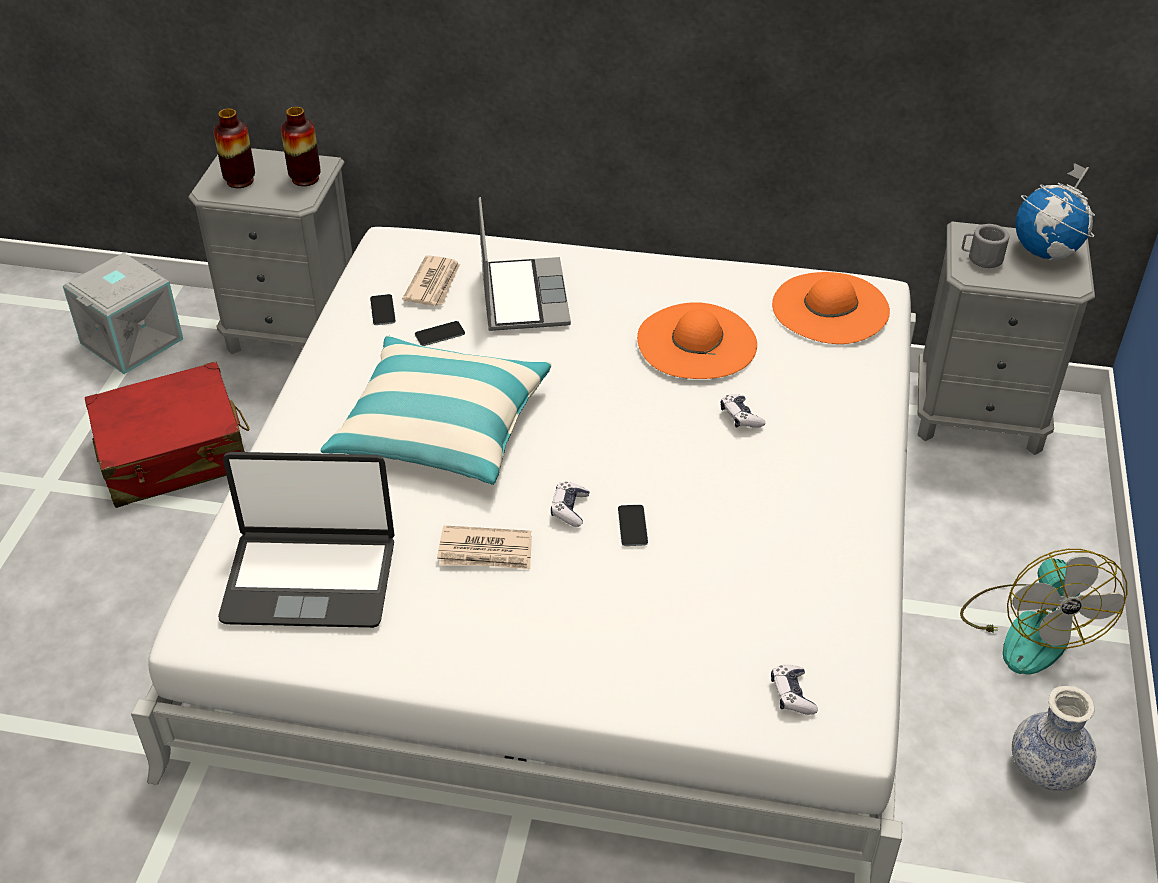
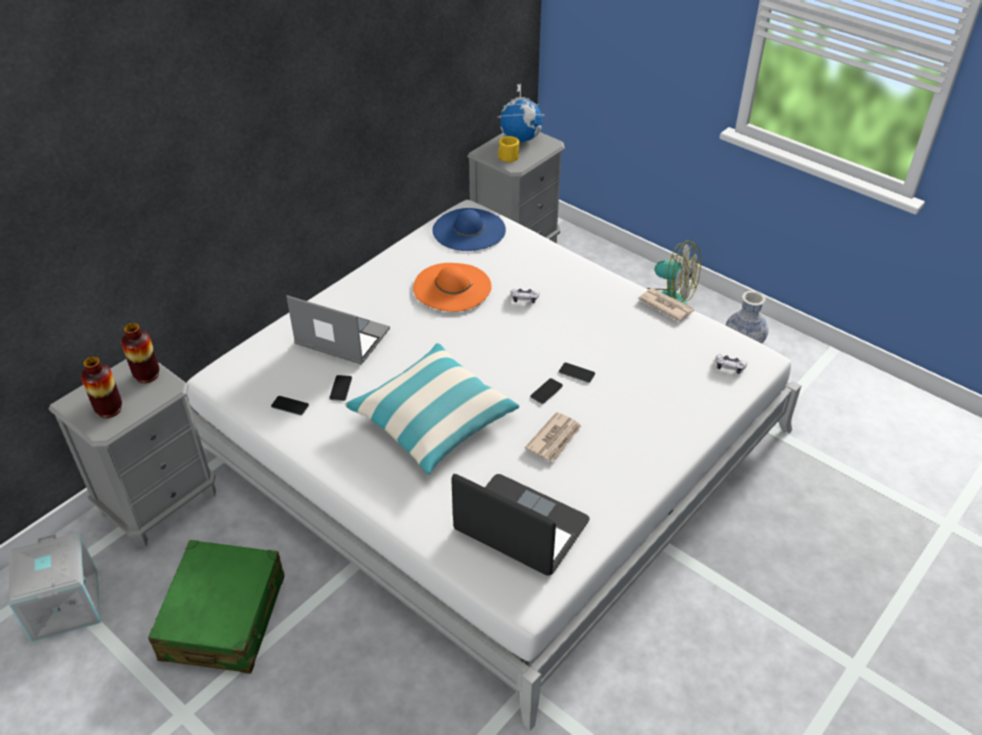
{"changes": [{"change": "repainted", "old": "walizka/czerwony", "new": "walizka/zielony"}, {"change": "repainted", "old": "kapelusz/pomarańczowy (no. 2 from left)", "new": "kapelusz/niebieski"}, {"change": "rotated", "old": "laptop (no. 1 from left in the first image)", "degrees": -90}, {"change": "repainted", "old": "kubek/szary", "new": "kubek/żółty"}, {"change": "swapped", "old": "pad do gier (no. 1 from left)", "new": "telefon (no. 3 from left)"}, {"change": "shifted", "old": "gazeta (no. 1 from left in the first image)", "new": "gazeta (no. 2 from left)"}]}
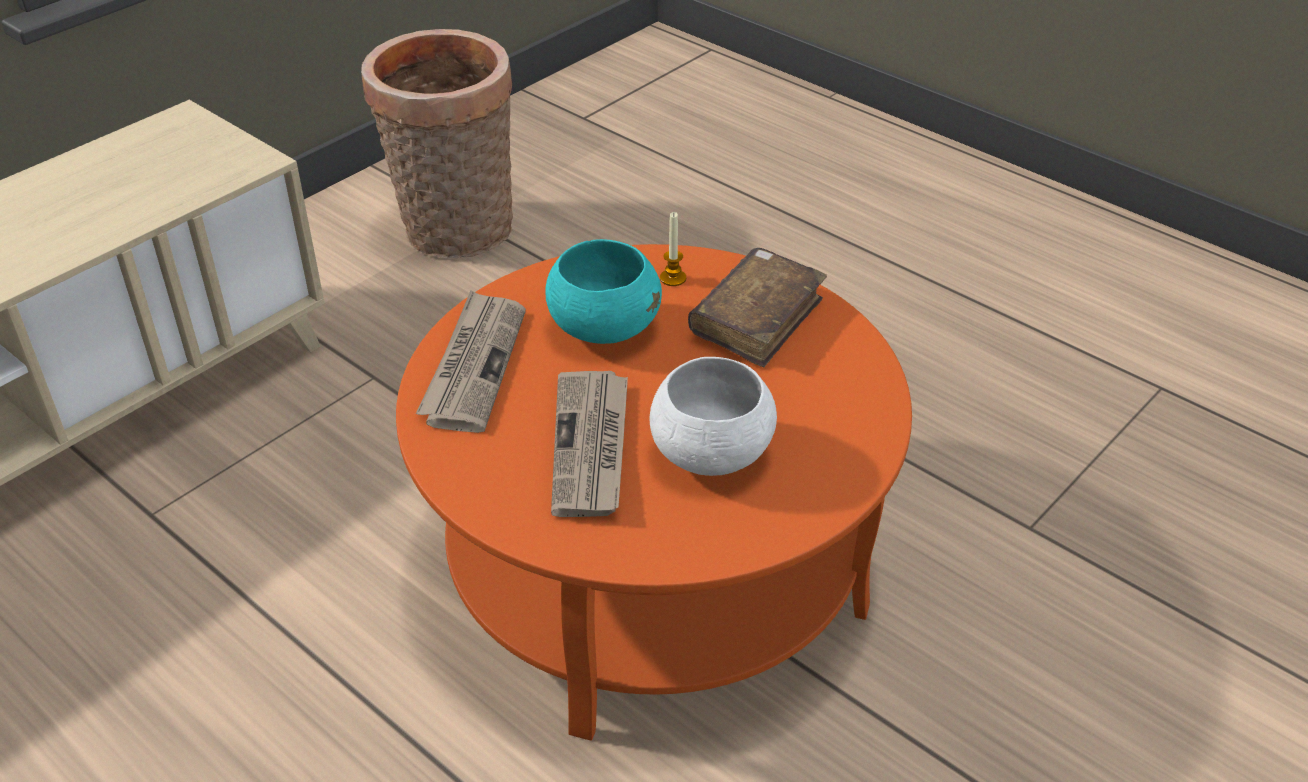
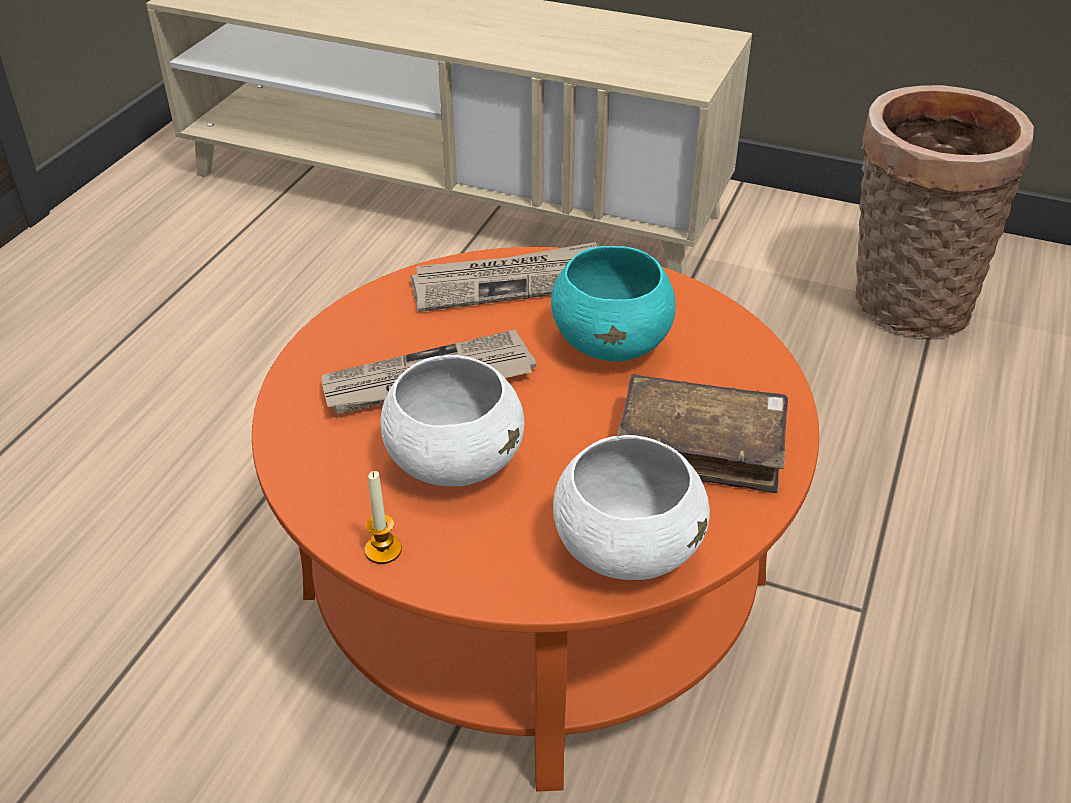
{"changes": [{"change": "shifted", "old": "świeca"}, {"change": "new", "new": "miska/biały (no. 2 from left)"}]}
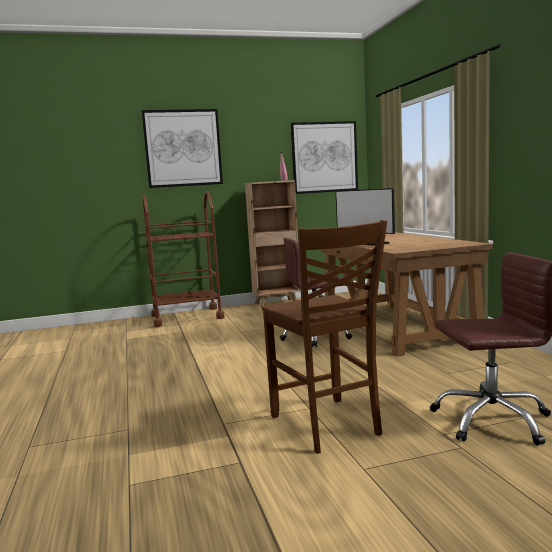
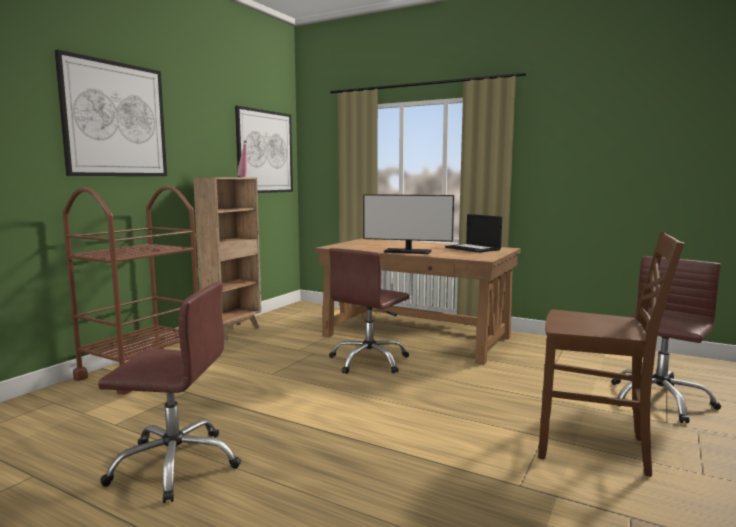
{"changes": [{"change": "new", "new": "krzesło biurowe/brązowy (no. 1 from left)"}, {"change": "new", "new": "laptop"}]}
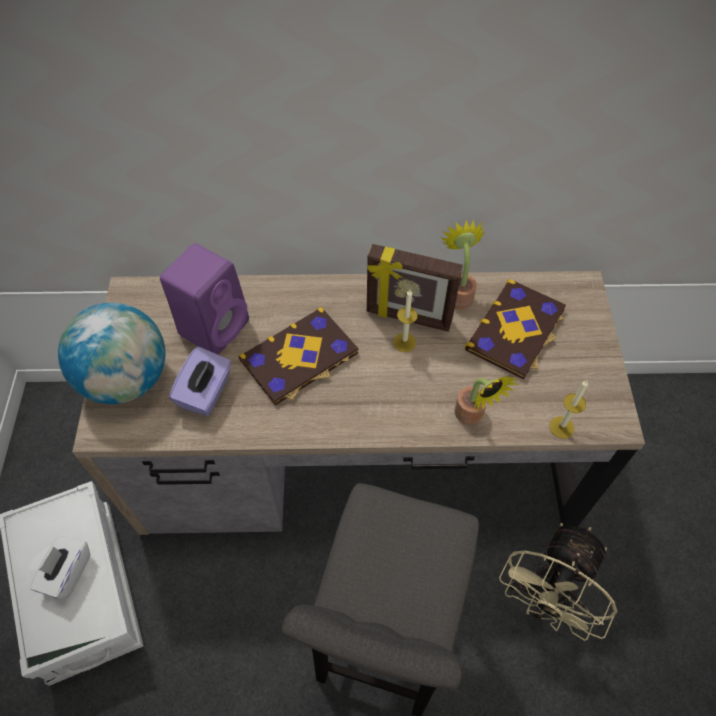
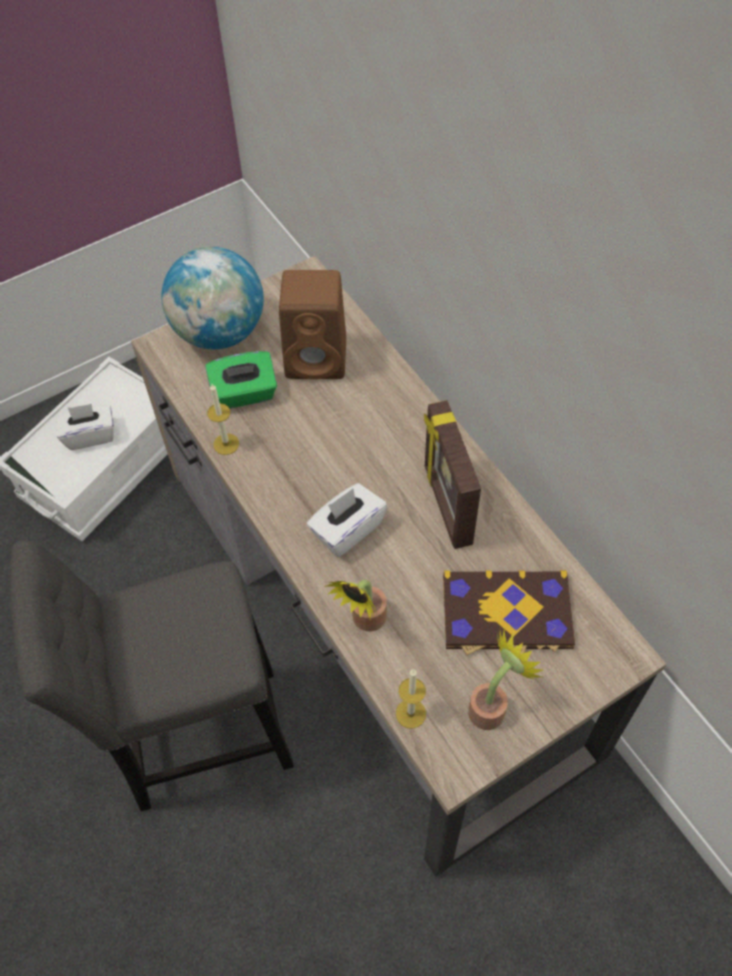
{"changes": [{"change": "repainted", "old": "pudełko chusteczek/fioletowy", "new": "pudełko chusteczek/zielony"}, {"change": "shifted", "old": "świeca (no. 1 from left)"}, {"change": "repainted", "old": "głośnik/fioletowy", "new": "głośnik/brązowy"}, {"change": "new", "new": "pudełko chusteczek/biały (no. 2 from left)"}, {"change": "shifted", "old": "roślina doniczkowa (no. 1 from left in the first image)", "new": "roślina doniczkowa (no. 2 from left)"}, {"change": "gone", "old": "książka (no. 1 from left)"}, {"change": "gone", "old": "wentylator/beżowy"}]}
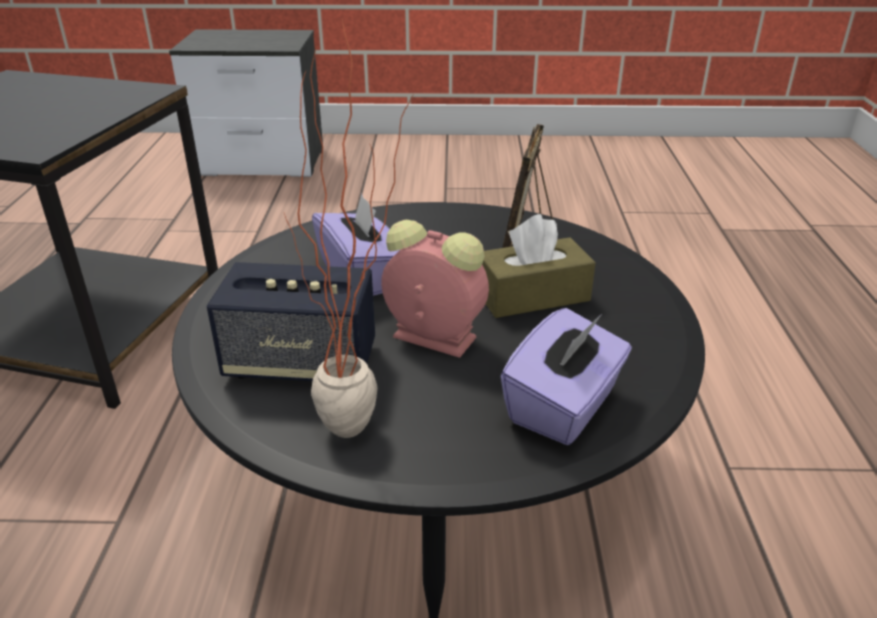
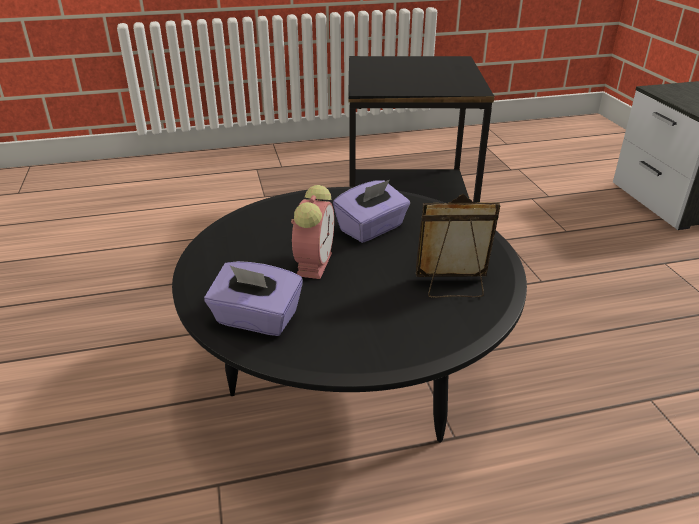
{"changes": [{"change": "gone", "old": "głośnik"}, {"change": "gone", "old": "roślina doniczkowa"}, {"change": "gone", "old": "pudełko chusteczek/brązowy"}]}
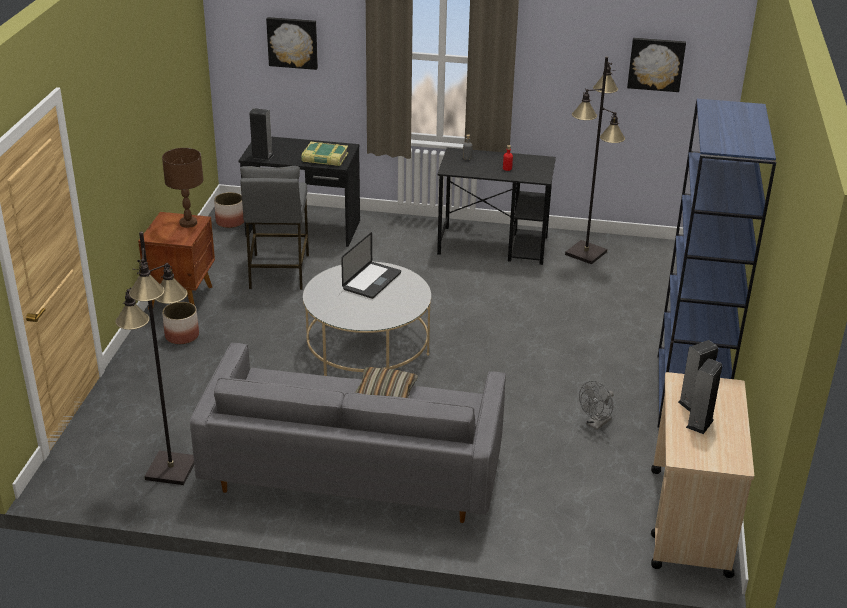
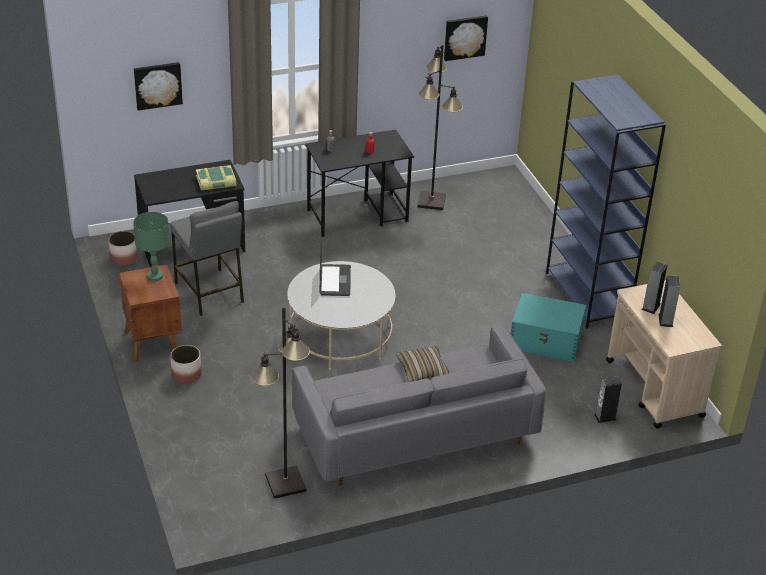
{"changes": [{"change": "repainted", "old": "lampa stołowa/brązowy", "new": "lampa stołowa/zielony"}, {"change": "swapped", "old": "wentylator/szary", "new": "pojemnik do przechowywania/turkusowy"}, {"change": "shifted", "old": "głośnik (no. 1 from left)"}]}
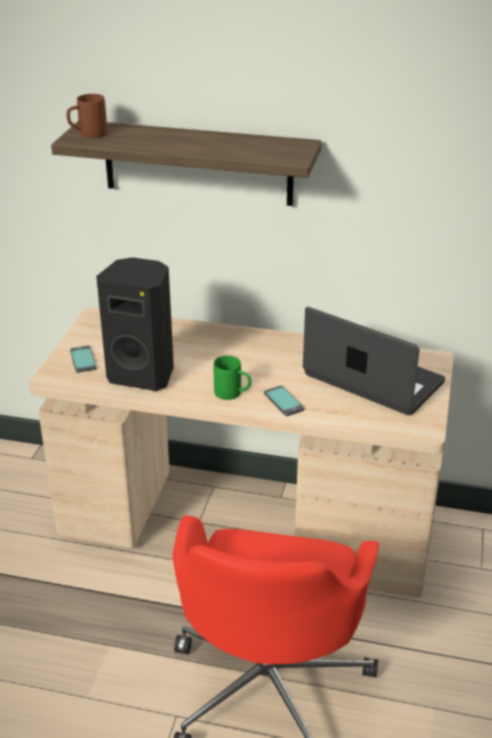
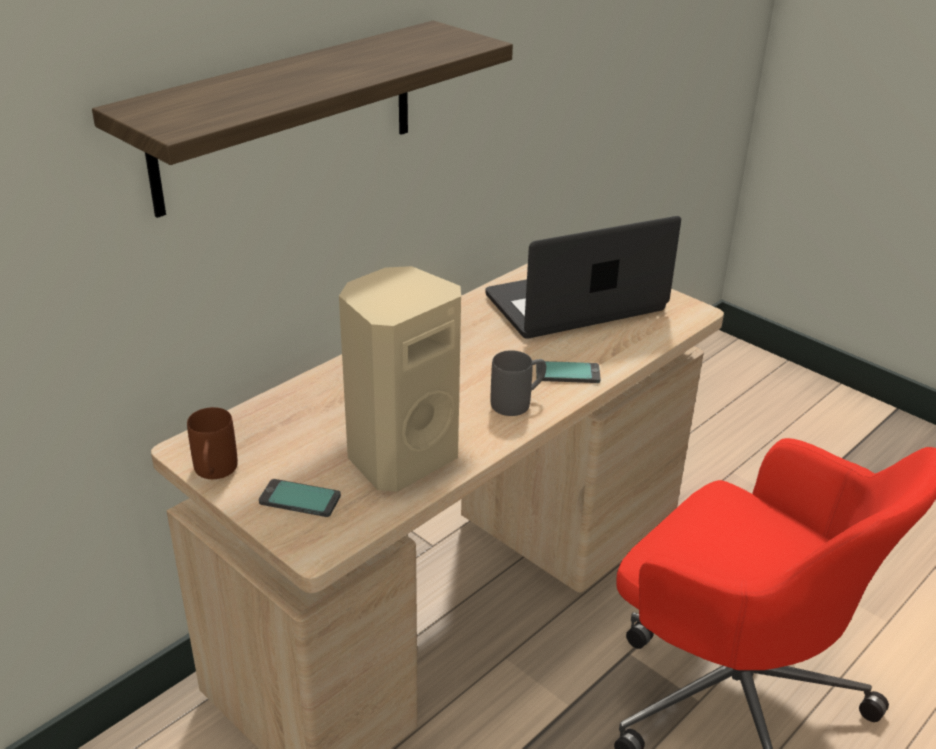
{"changes": [{"change": "shifted", "old": "kubek/brązowy"}, {"change": "repainted", "old": "głośnik/czarny", "new": "głośnik/beżowy"}, {"change": "repainted", "old": "kubek/zielony", "new": "kubek/szary"}]}
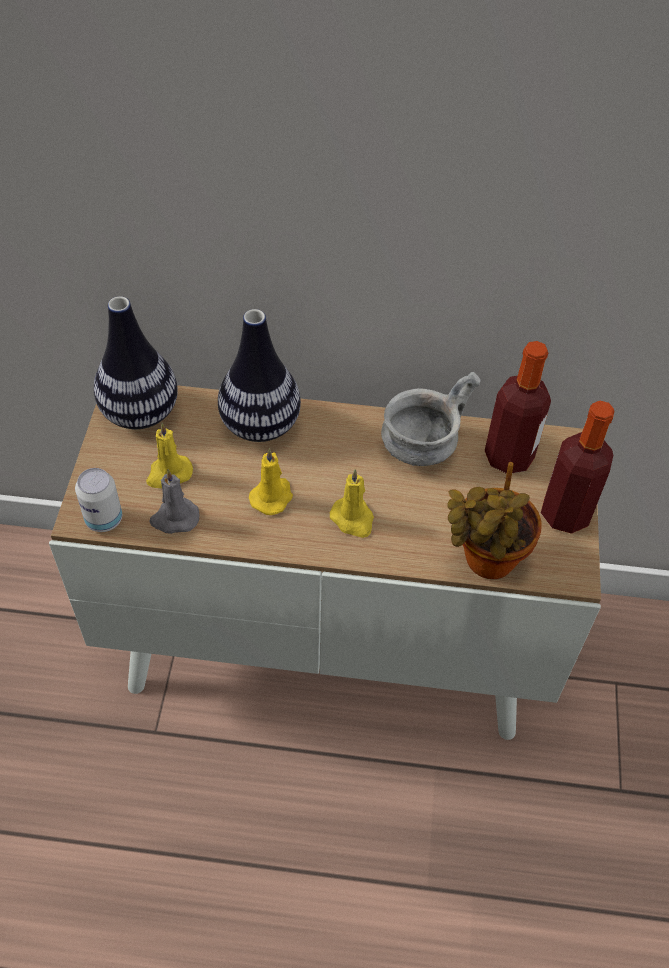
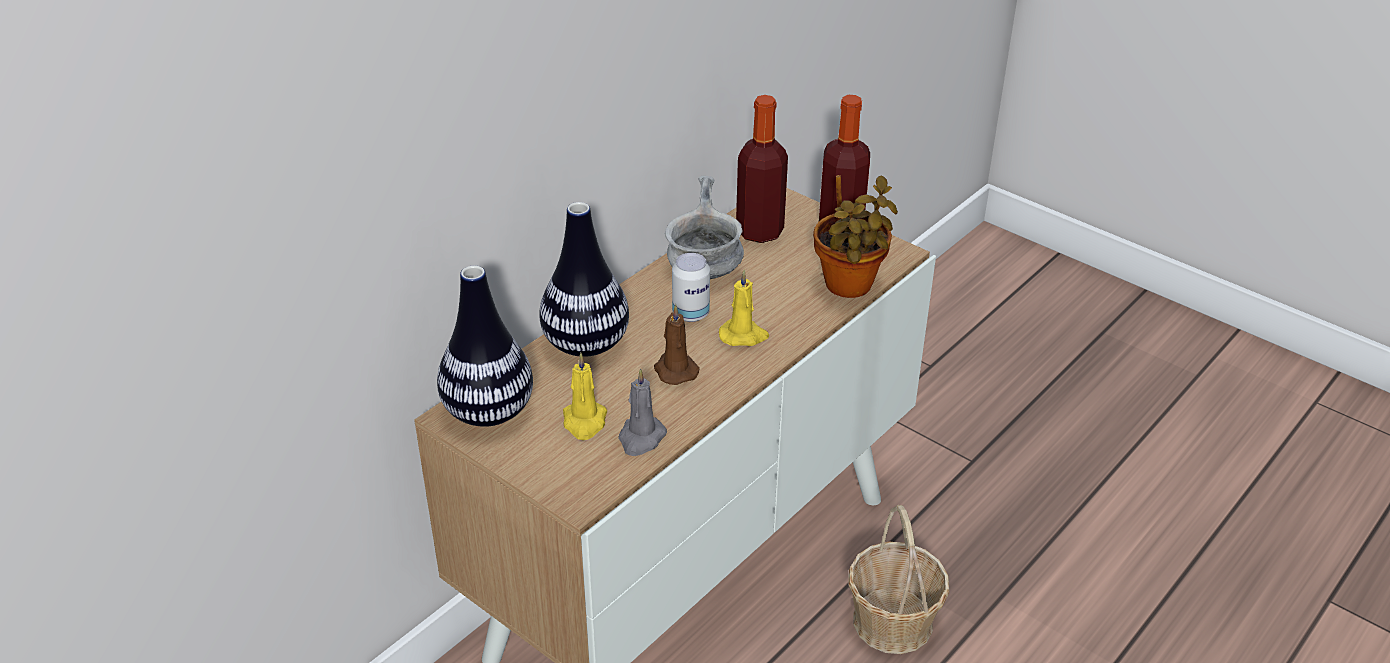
{"changes": [{"change": "repainted", "old": "świeca/żółty (no. 2 from left)", "new": "świeca/brązowy"}, {"change": "shifted", "old": "puszka"}, {"change": "new", "new": "koszyk"}]}
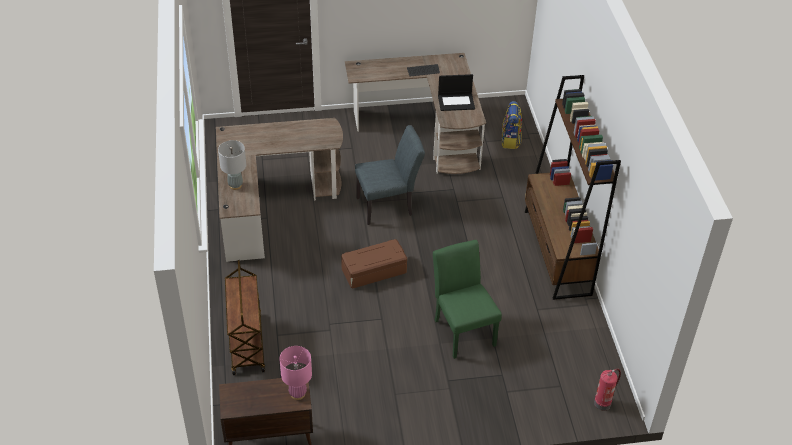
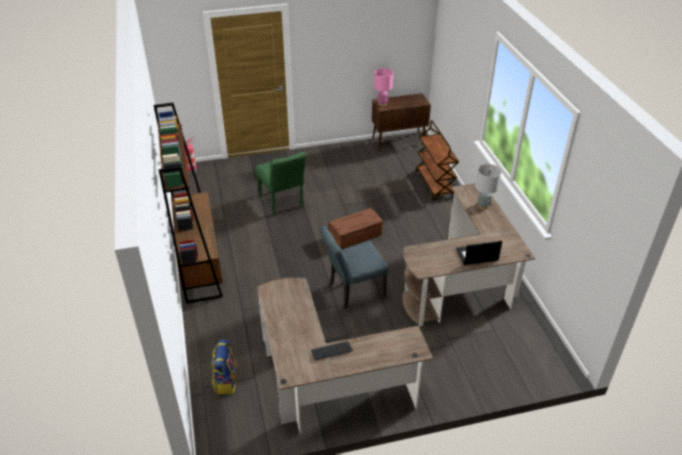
{"changes": [{"change": "shifted", "old": "laptop"}]}
